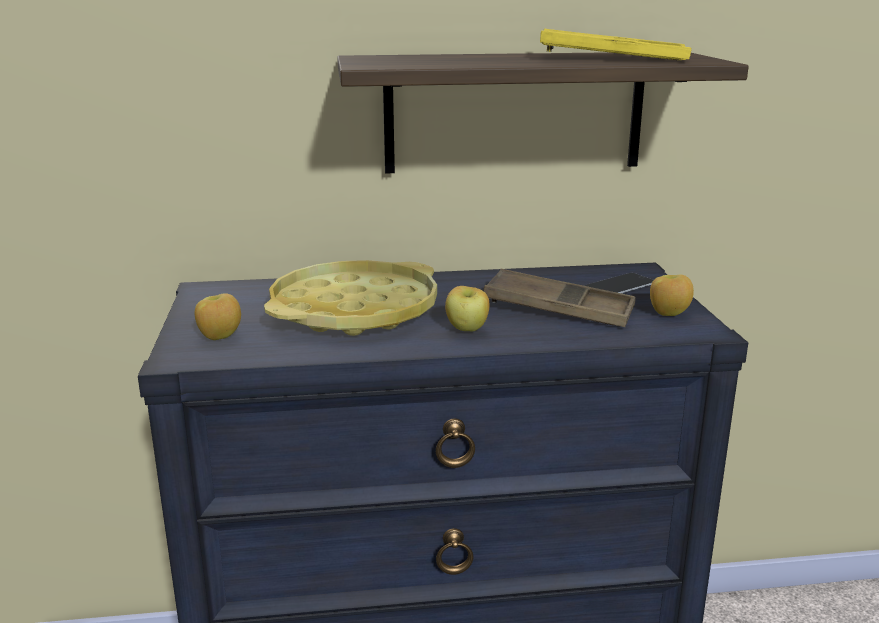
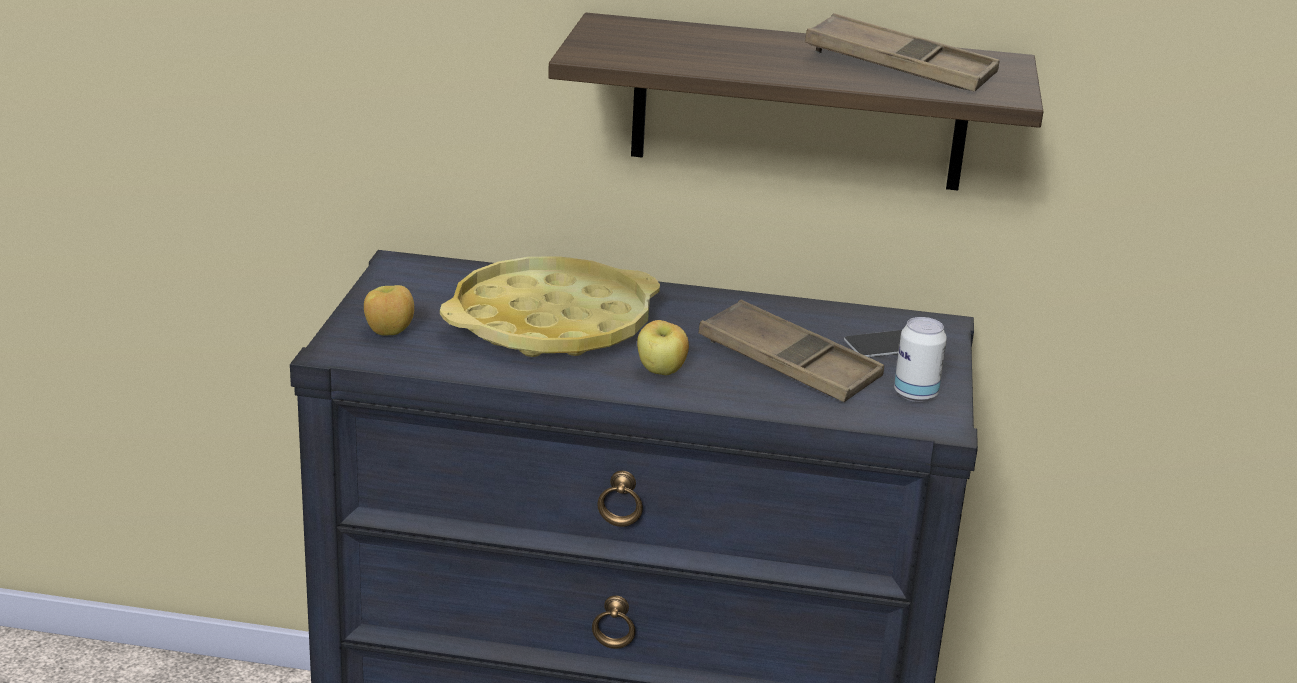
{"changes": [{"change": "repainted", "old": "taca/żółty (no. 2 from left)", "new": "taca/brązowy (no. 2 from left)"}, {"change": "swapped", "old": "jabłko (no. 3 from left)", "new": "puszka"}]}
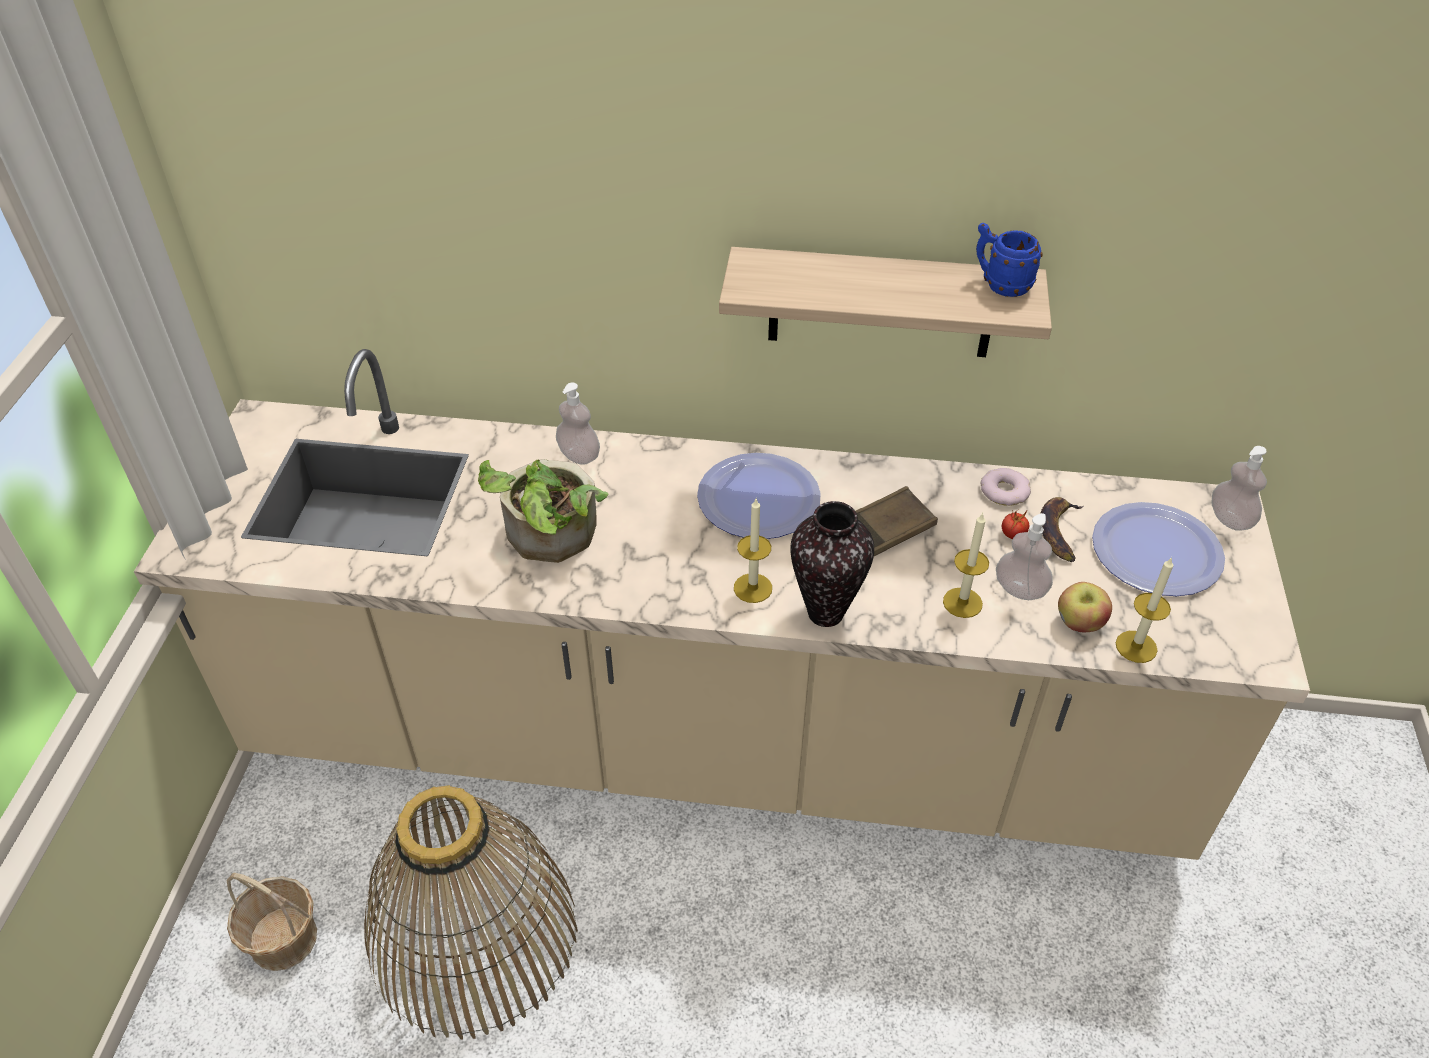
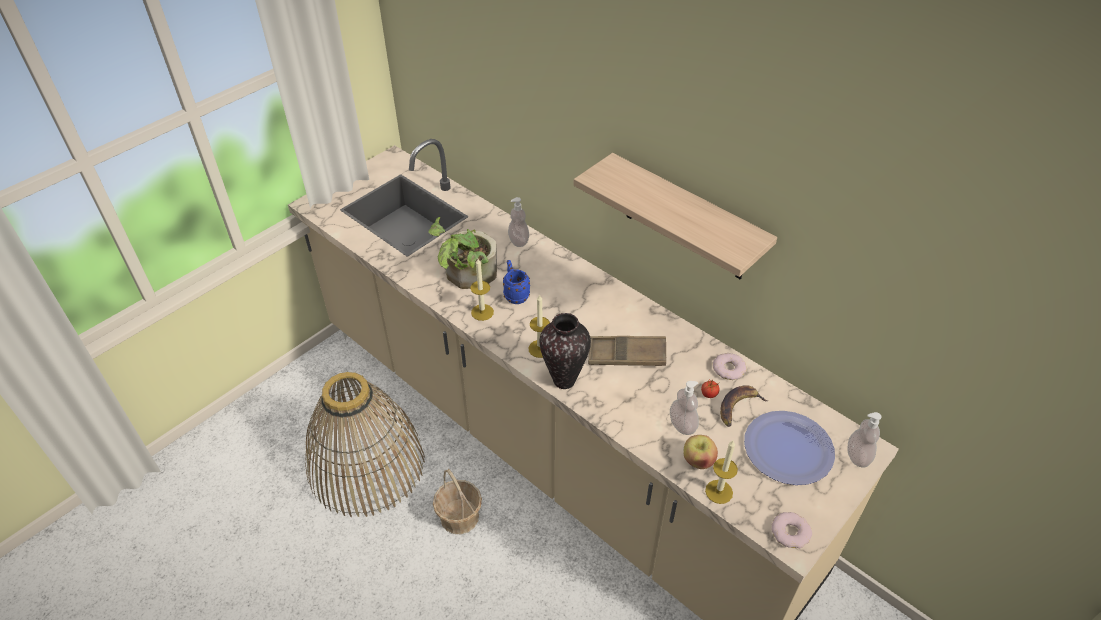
{"changes": [{"change": "shifted", "old": "koszyk (no. 1 from left in the first image)", "new": "koszyk (no. 2 from left)"}, {"change": "shifted", "old": "świeca (no. 2 from left in the first image)", "new": "świeca (no. 1 from left)"}, {"change": "shifted", "old": "kubek/niebieski"}, {"change": "new", "new": "donut (no. 2 from left)"}, {"change": "gone", "old": "talerz (no. 1 from left)"}]}
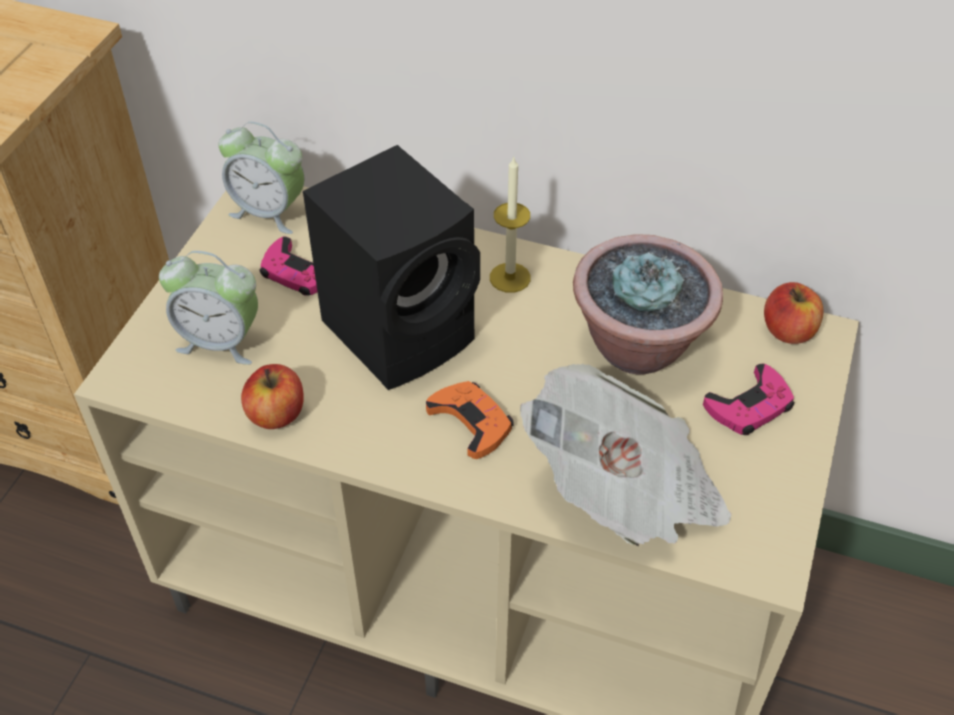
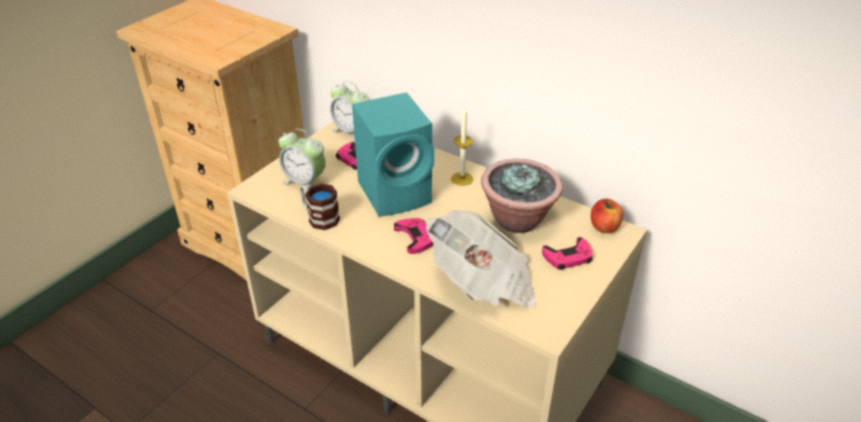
{"changes": [{"change": "swapped", "old": "jabłko (no. 1 from left)", "new": "kubek"}, {"change": "repainted", "old": "głośnik/czarny", "new": "głośnik/turkusowy"}, {"change": "repainted", "old": "pad do gier/pomarańczowy", "new": "pad do gier/różowy (no. 2 from left)"}]}
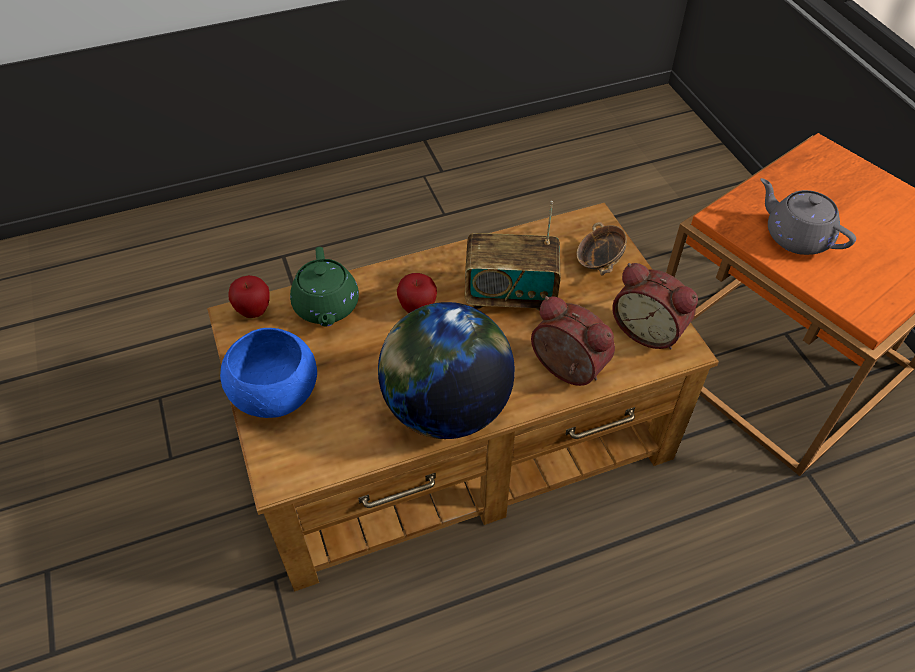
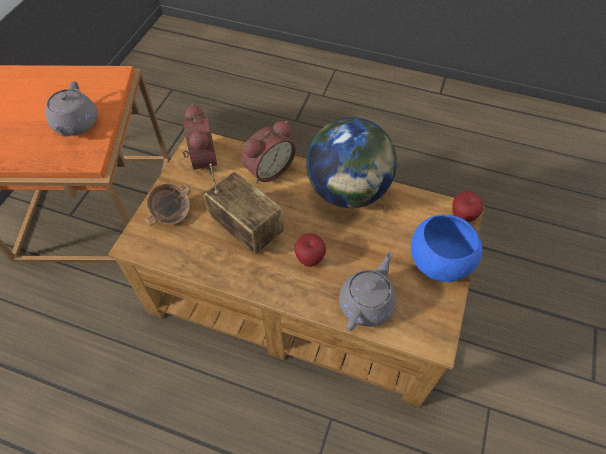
{"changes": [{"change": "rotated", "old": "budzik (no. 1 from left in the first image)", "degrees": -120}, {"change": "repainted", "old": "imbryk/zielony", "new": "imbryk/szary (no. 2 from left)"}, {"change": "shifted", "old": "jabłko (no. 1 from left in the first image)", "new": "jabłko (no. 2 from left)"}]}
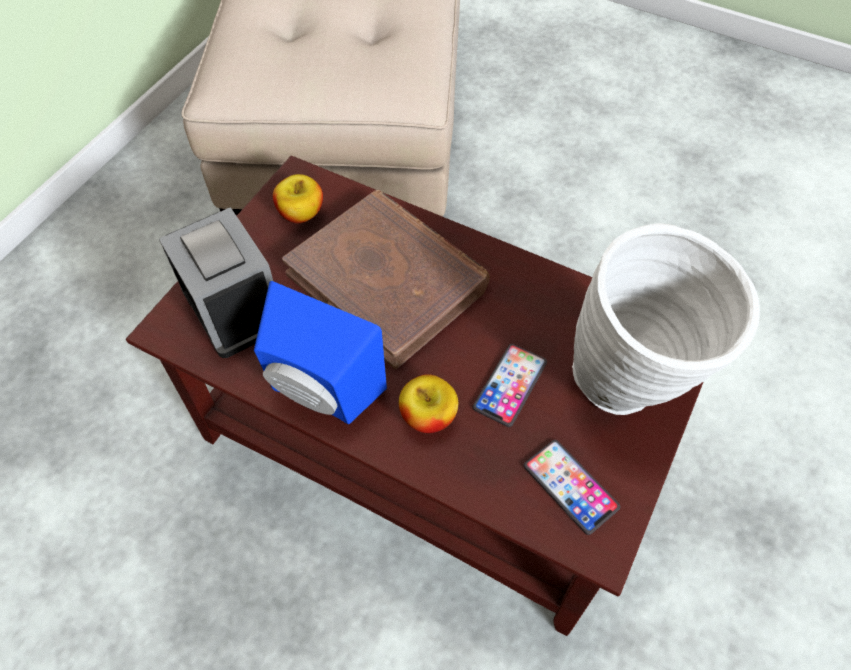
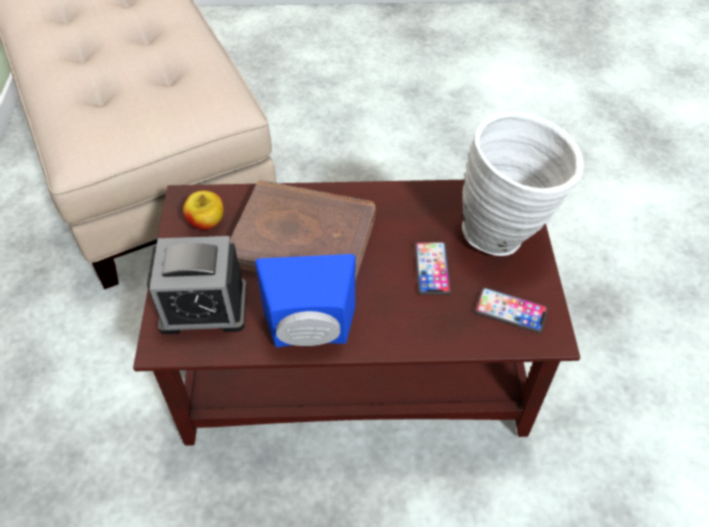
{"changes": [{"change": "rotated", "old": "budzik", "degrees": 150}, {"change": "gone", "old": "jabłko (no. 2 from left)"}]}
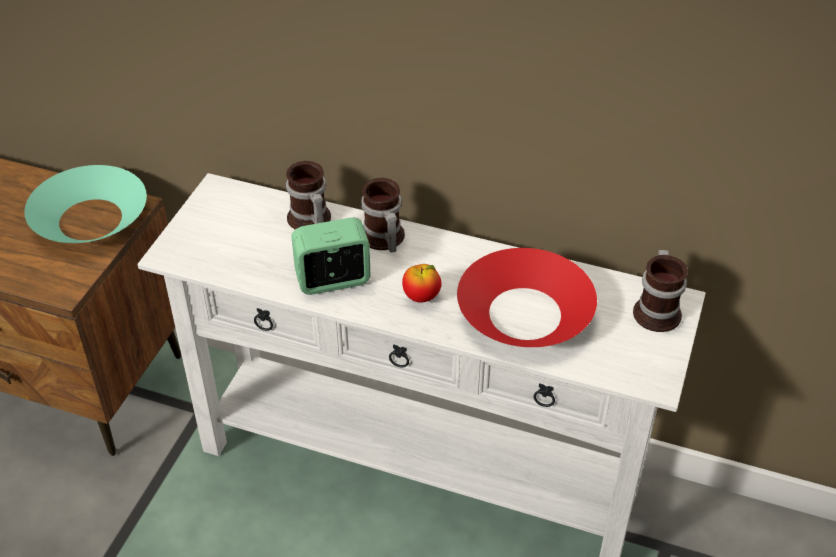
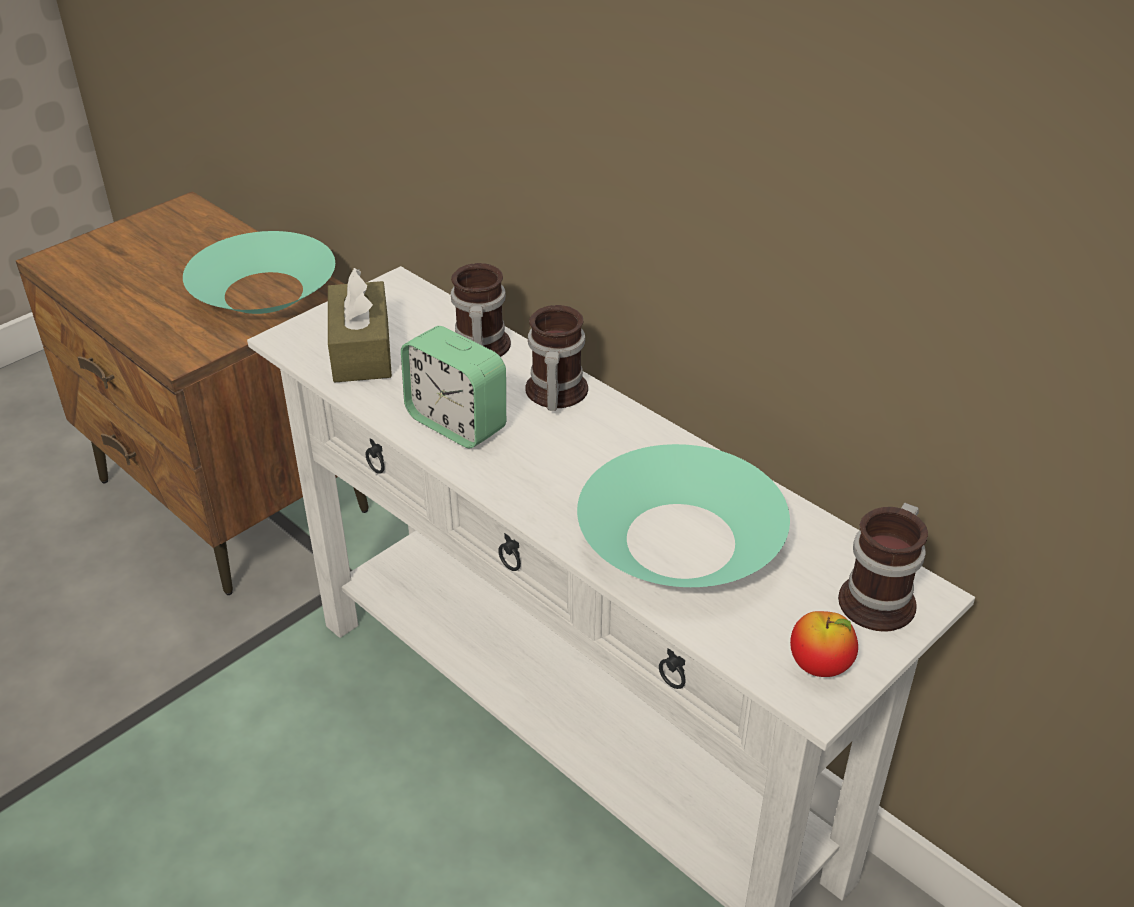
{"changes": [{"change": "new", "new": "pudełko chusteczek/brązowy"}, {"change": "rotated", "old": "budzik", "degrees": -150}, {"change": "repainted", "old": "miska/czerwony", "new": "miska/turkusowy (no. 2 from left)"}, {"change": "shifted", "old": "jabłko"}]}
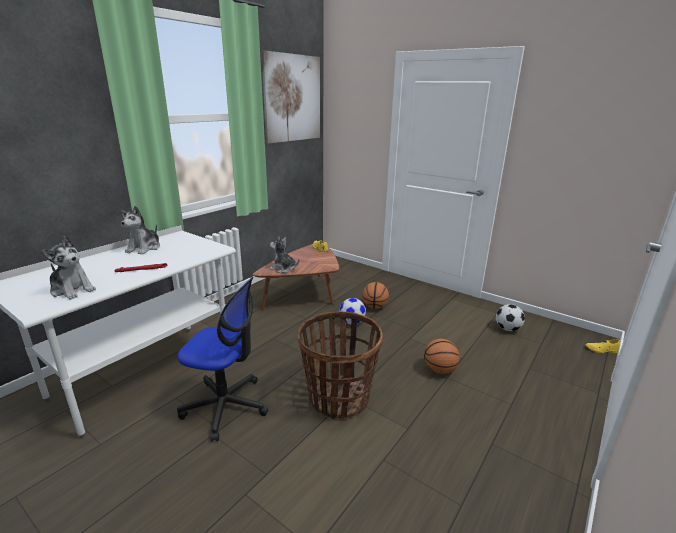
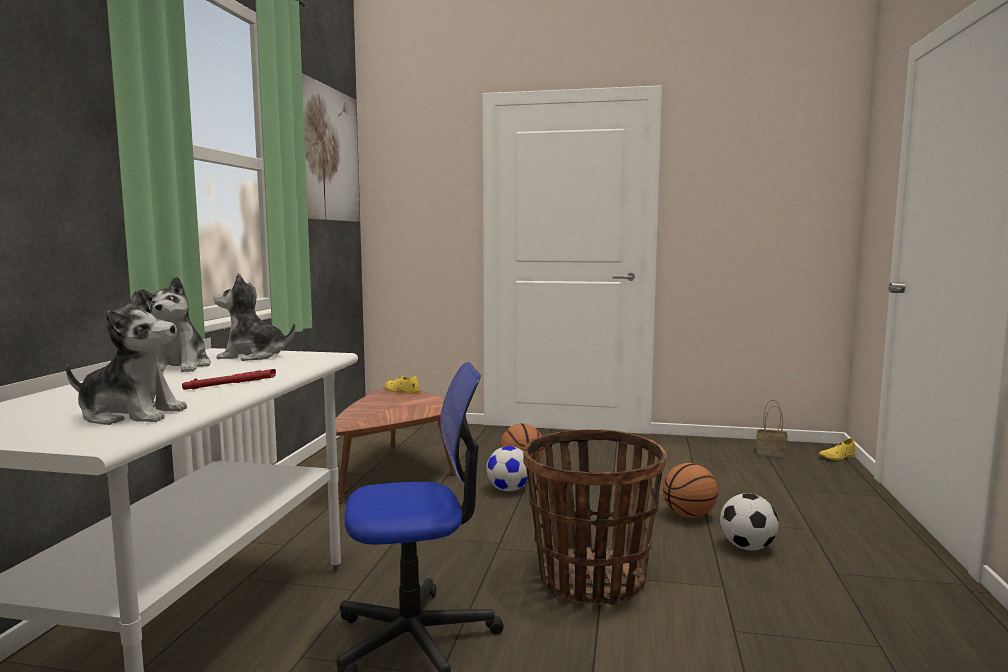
{"changes": [{"change": "shifted", "old": "pluszak (no. 3 from left)"}, {"change": "shifted", "old": "piłka futbolowa (no. 2 from left)"}, {"change": "new", "new": "koszyk (no. 2 from left)"}]}
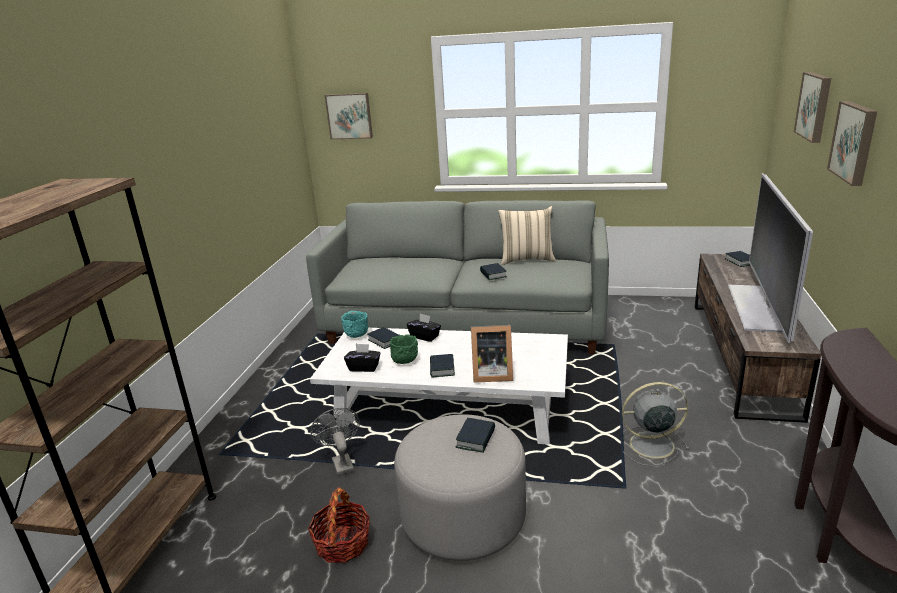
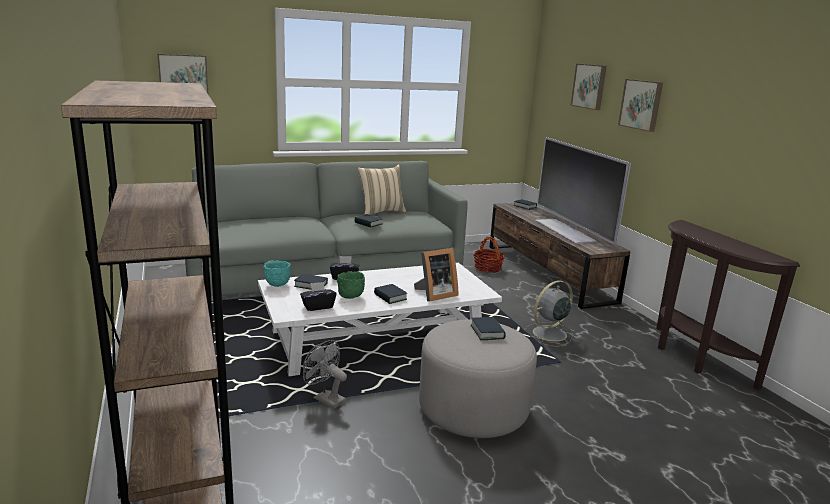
{"changes": [{"change": "shifted", "old": "koszyk"}]}
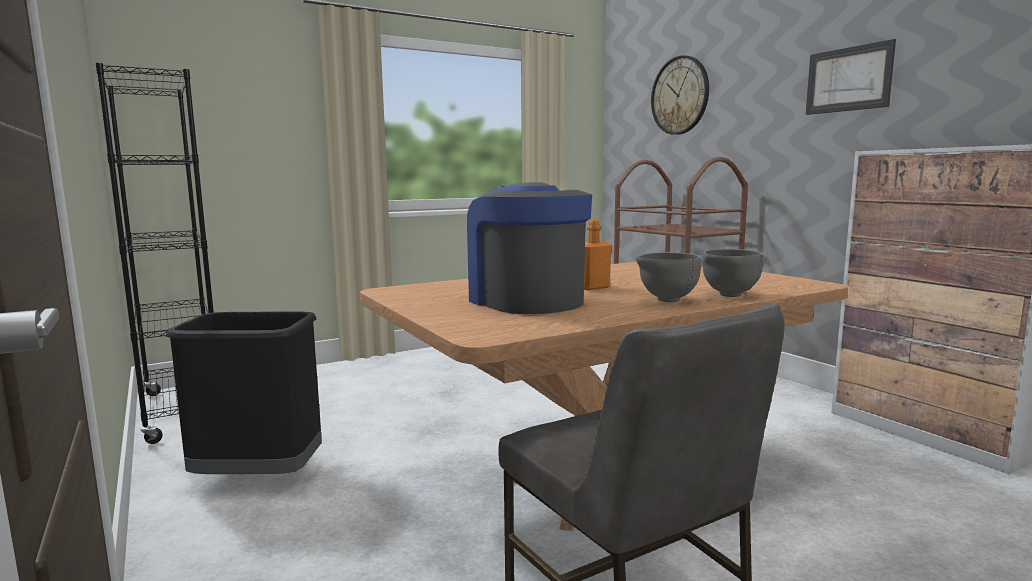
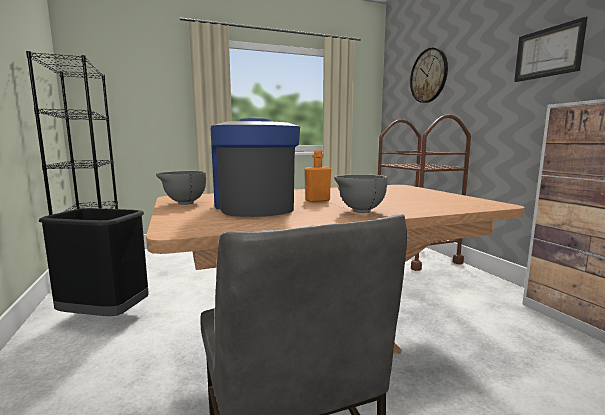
{"changes": [{"change": "shifted", "old": "miska/szary (no. 2 from left in the first image)", "new": "miska/szary (no. 1 from left)"}]}
